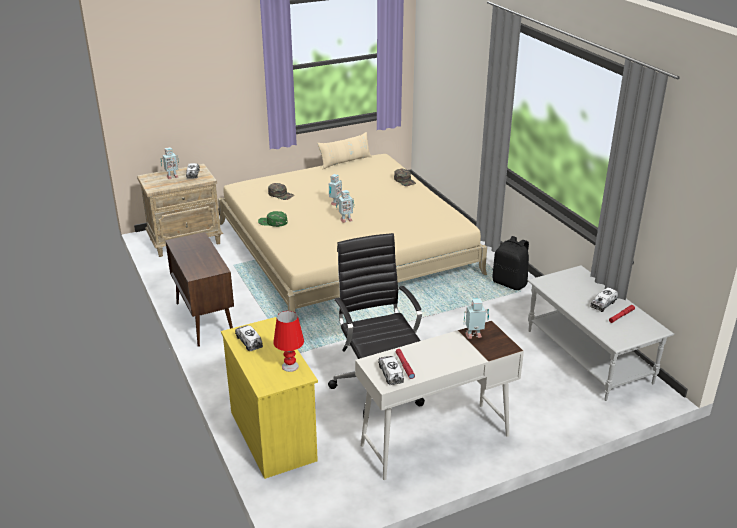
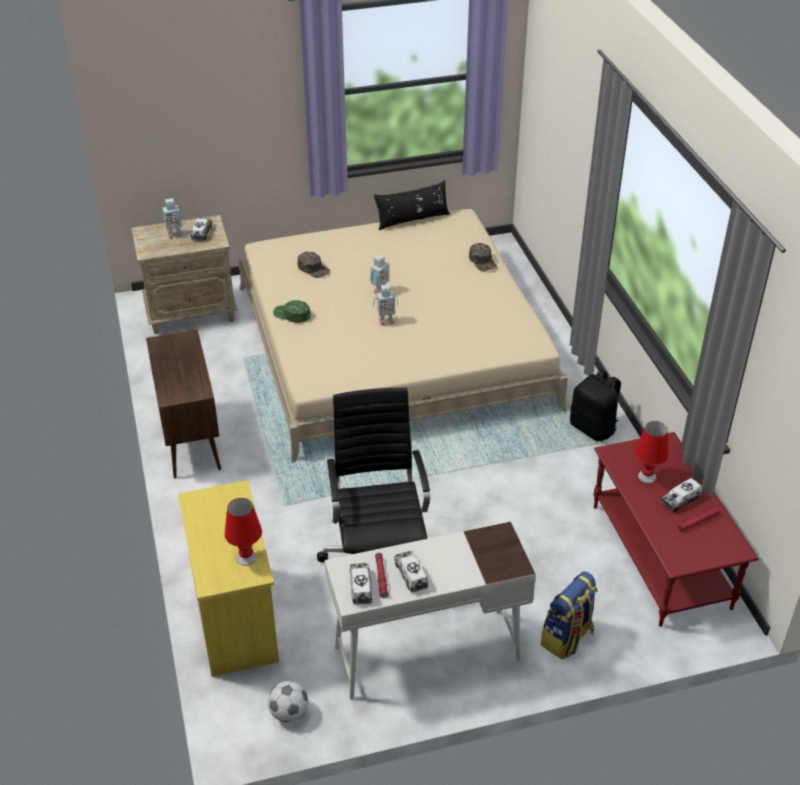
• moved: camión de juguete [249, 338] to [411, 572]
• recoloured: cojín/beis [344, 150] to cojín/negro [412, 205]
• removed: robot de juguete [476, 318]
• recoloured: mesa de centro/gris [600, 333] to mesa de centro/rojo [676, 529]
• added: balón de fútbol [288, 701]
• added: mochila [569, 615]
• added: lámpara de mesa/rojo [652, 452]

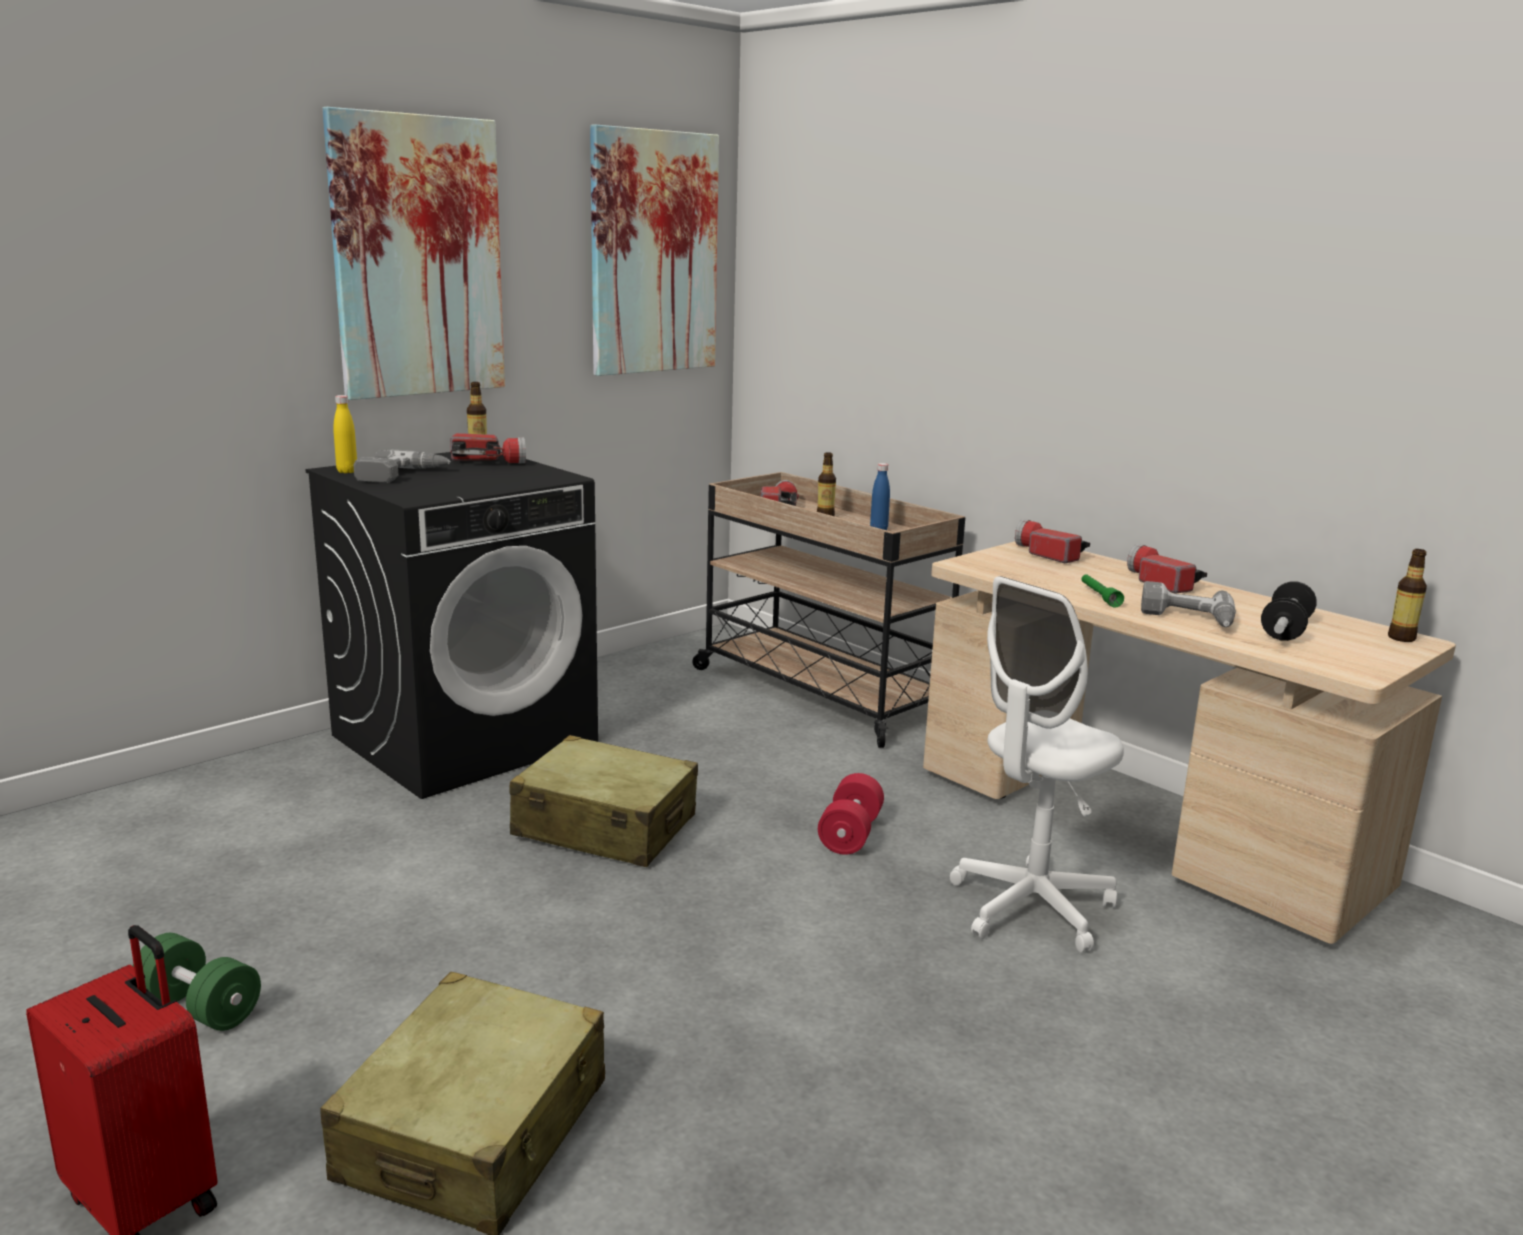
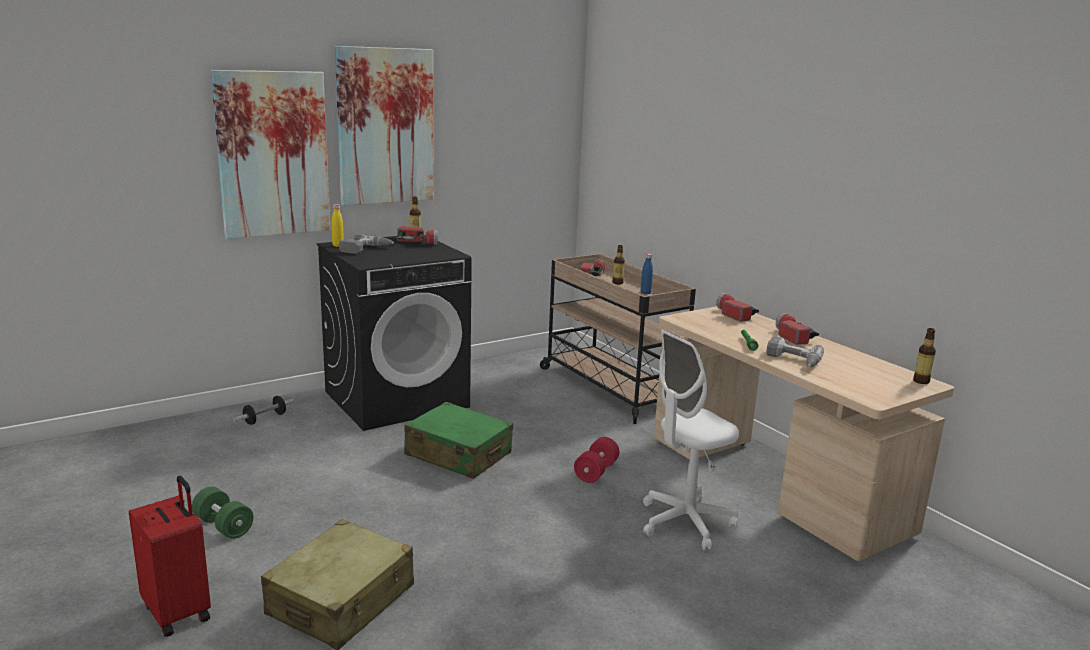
• recoloured: maleta/beis [604, 801] to maleta/verde [458, 440]
• moved: cuadro [654, 250] to [270, 154]
• moved: mancuerna [1289, 611] to [264, 410]

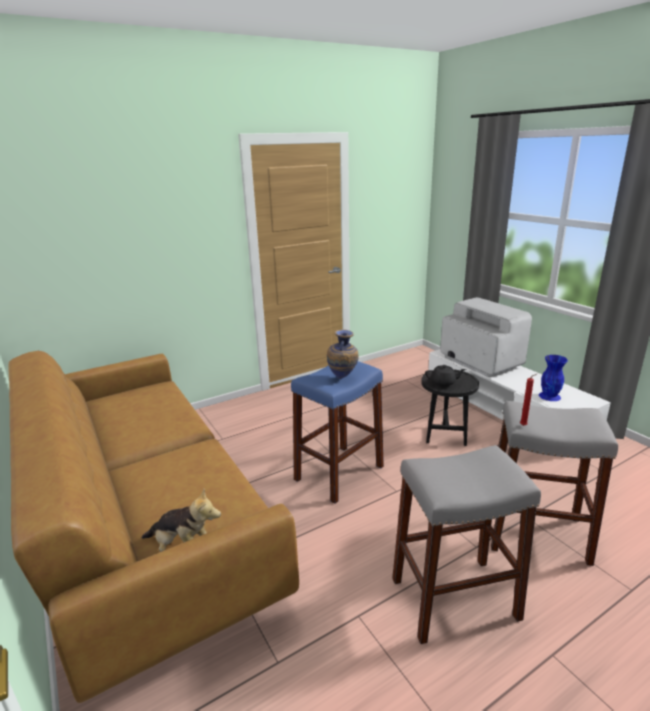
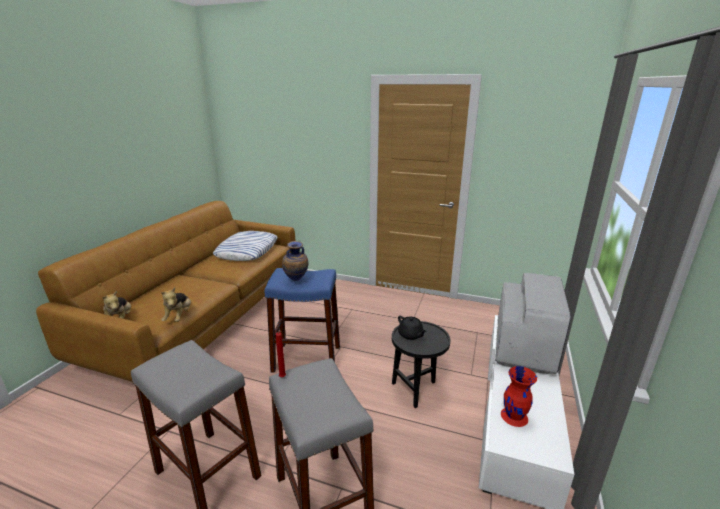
• recoloured: florero/azul [553, 378] to florero/rojo [519, 396]
• added: peluche [176, 304]
• added: cojín [245, 246]

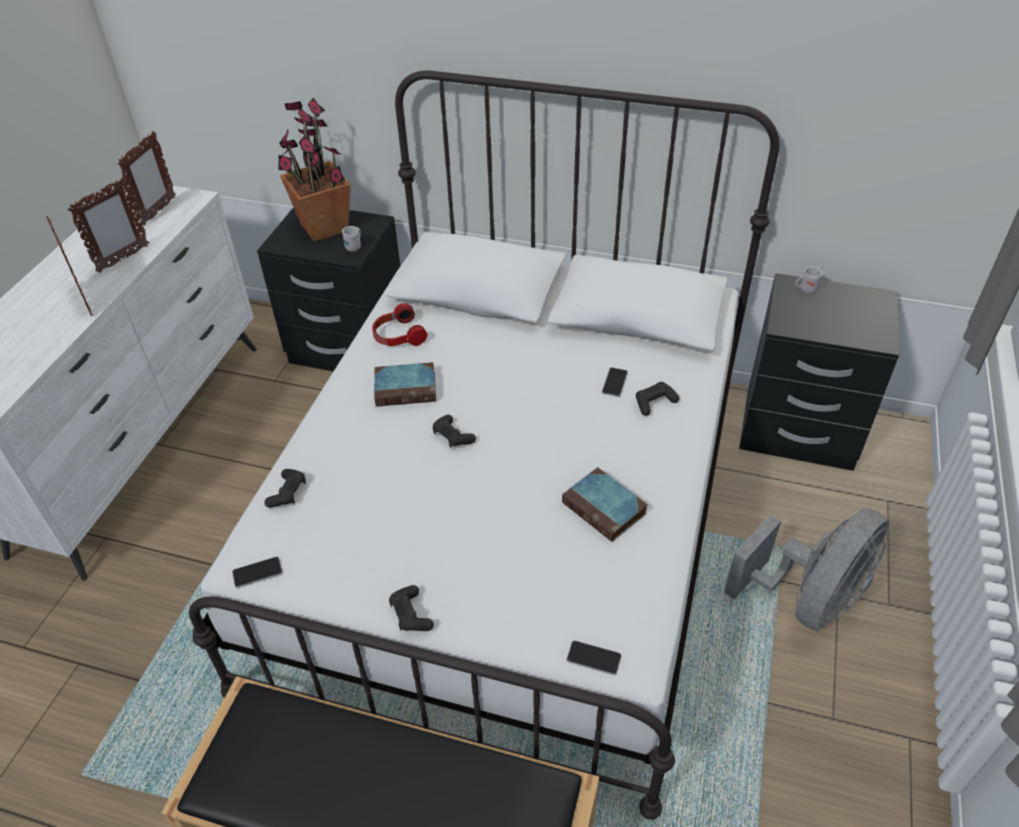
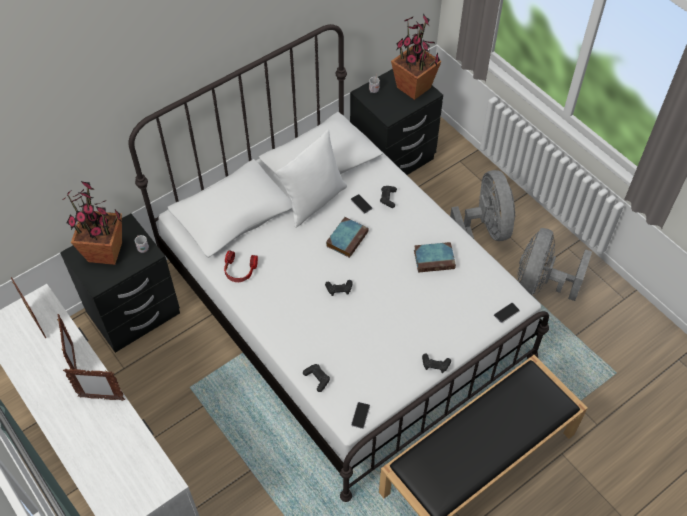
• moved: libro [405, 384] to [347, 237]
• added: cojín/blanco [311, 179]
• added: planta en maceta [416, 57]
• added: ventilador/gris [554, 264]

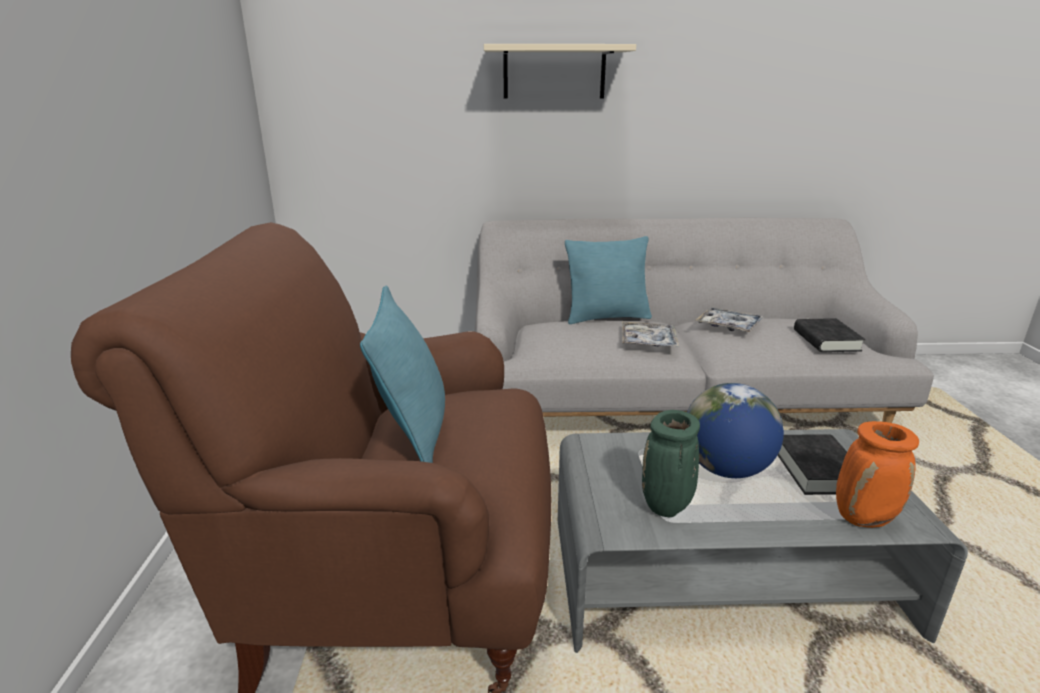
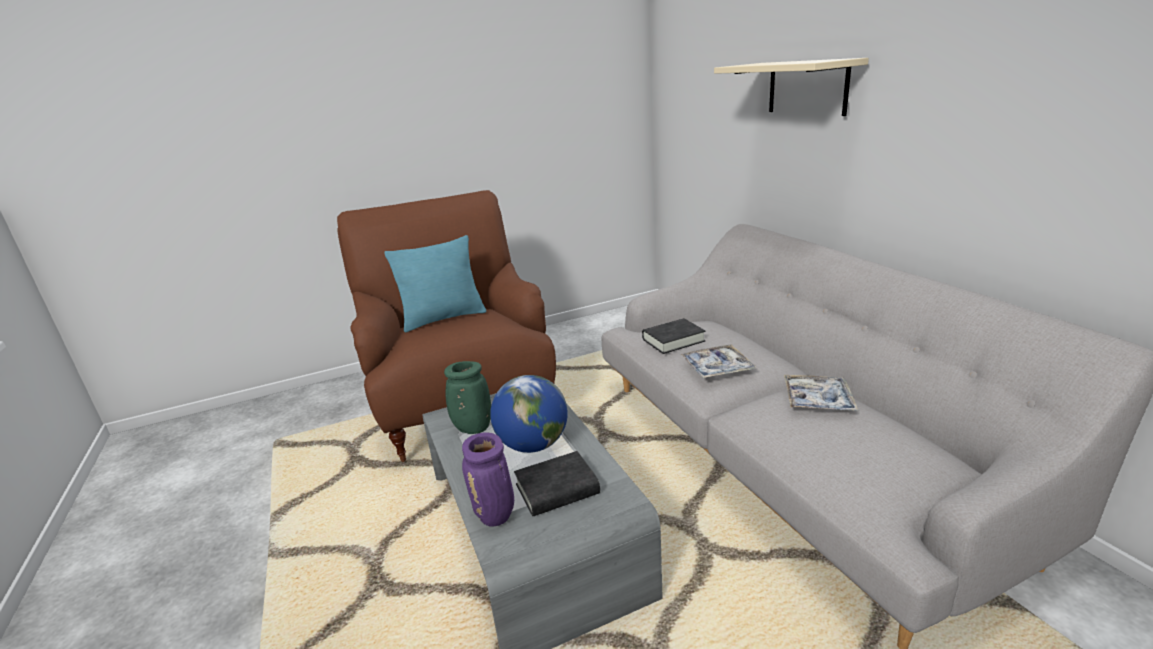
• removed: cojín/turquesa [608, 280]
• moved: libro/negro [829, 335] to [674, 336]
• recoloured: florero/naranja [877, 474] to florero/morado [488, 479]

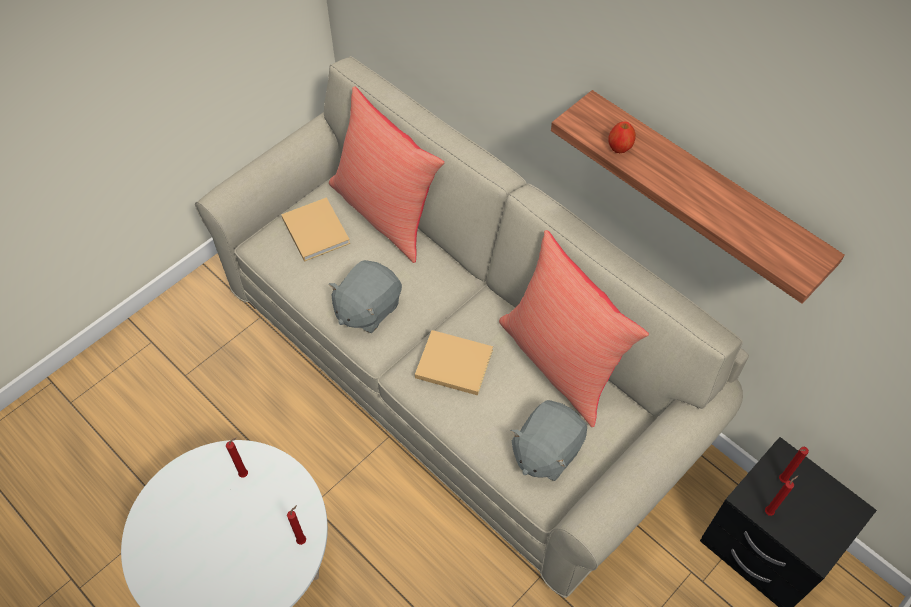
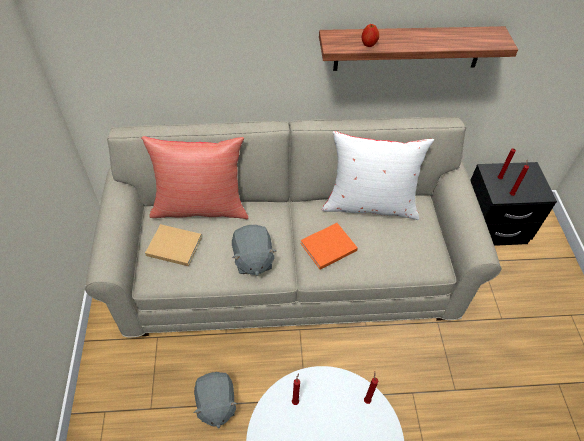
• recoloured: libro/beis [454, 363] to libro/naranja [329, 246]
• recoloured: cojín/rojo [574, 328] to cojín/blanco [378, 175]
• moved: peluche/gris [548, 440] to [215, 400]

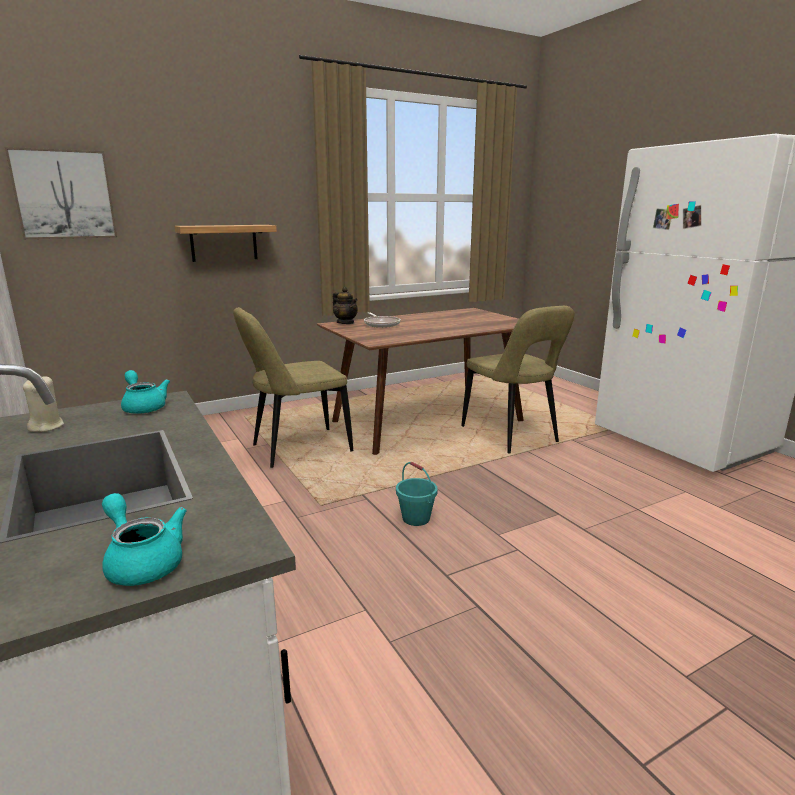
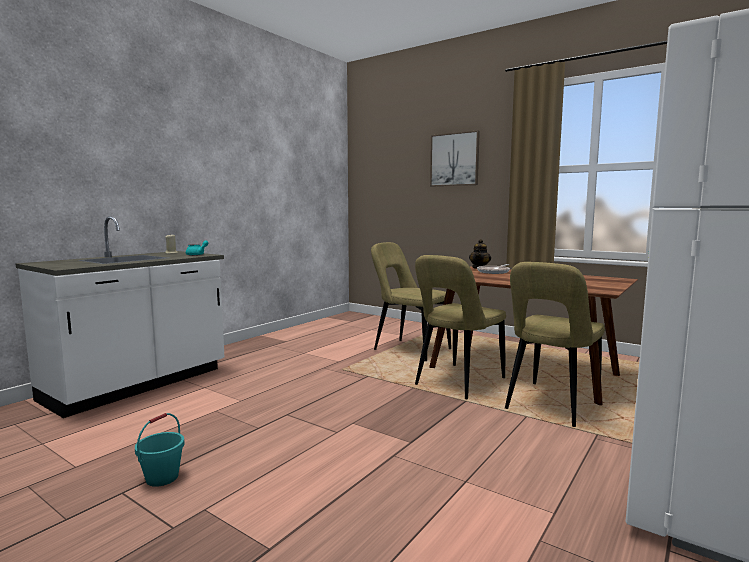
• moved: cuadro [61, 193] to [455, 158]
• removed: tetera/turquesa [144, 539]
• removed: estante [226, 243]
• moved: cubo/turquesa [417, 494] to [160, 450]
• added: silla/beis [460, 327]

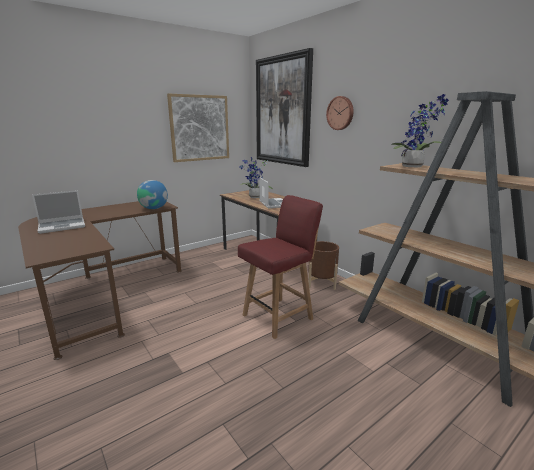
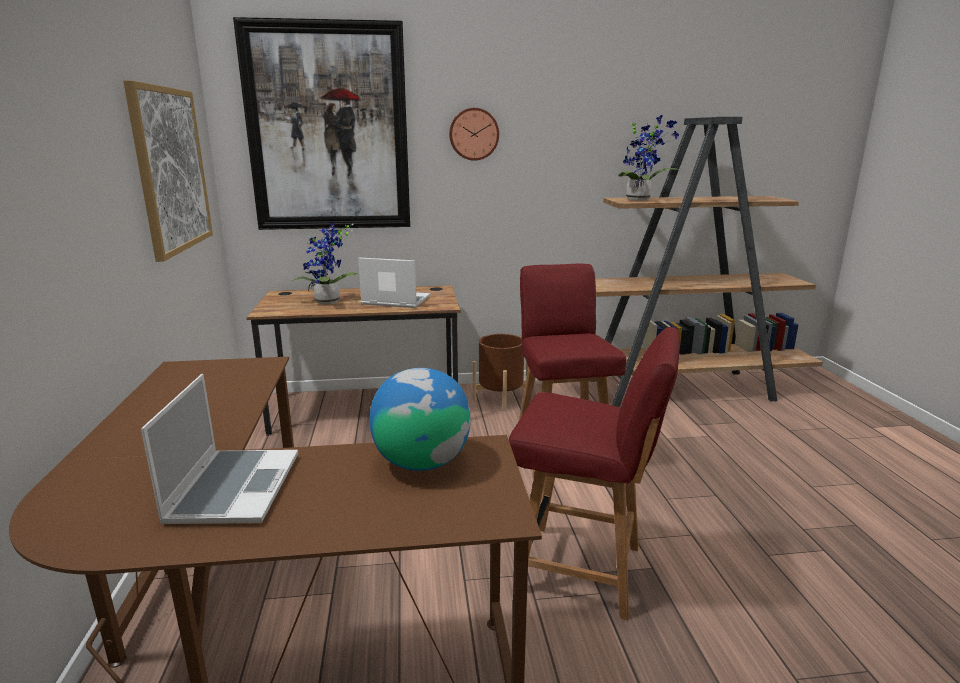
• moved: globo terráqueo [152, 194] to [420, 419]
• added: silla/rojo [594, 473]

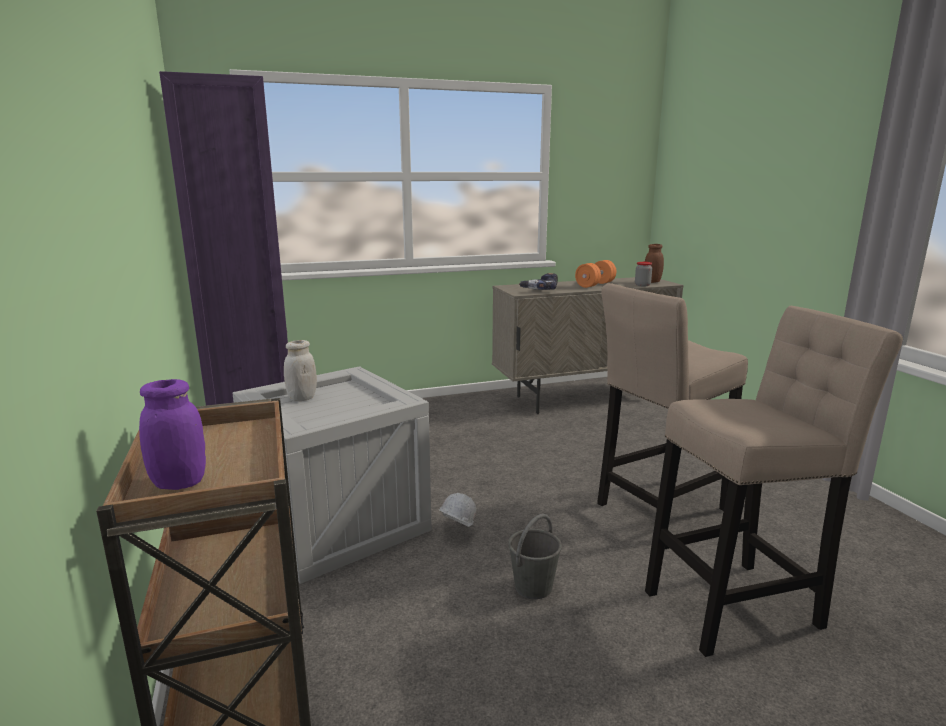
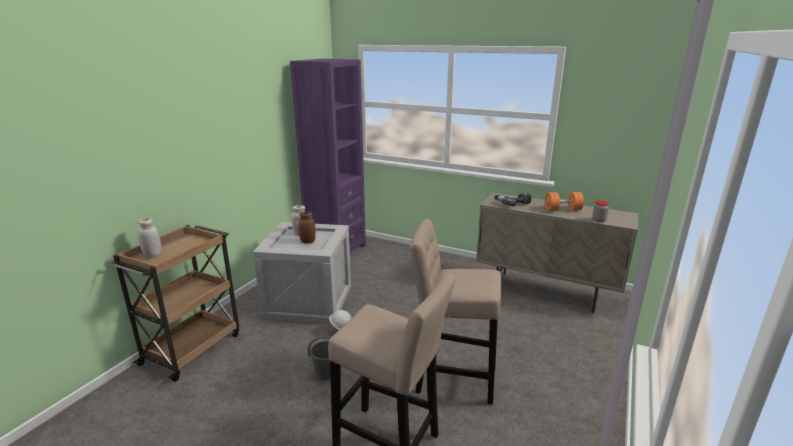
• recoloured: tarro/morado [172, 434] to tarro/blanco [150, 238]
• moved: tarro/marrón [654, 263] to [307, 228]

